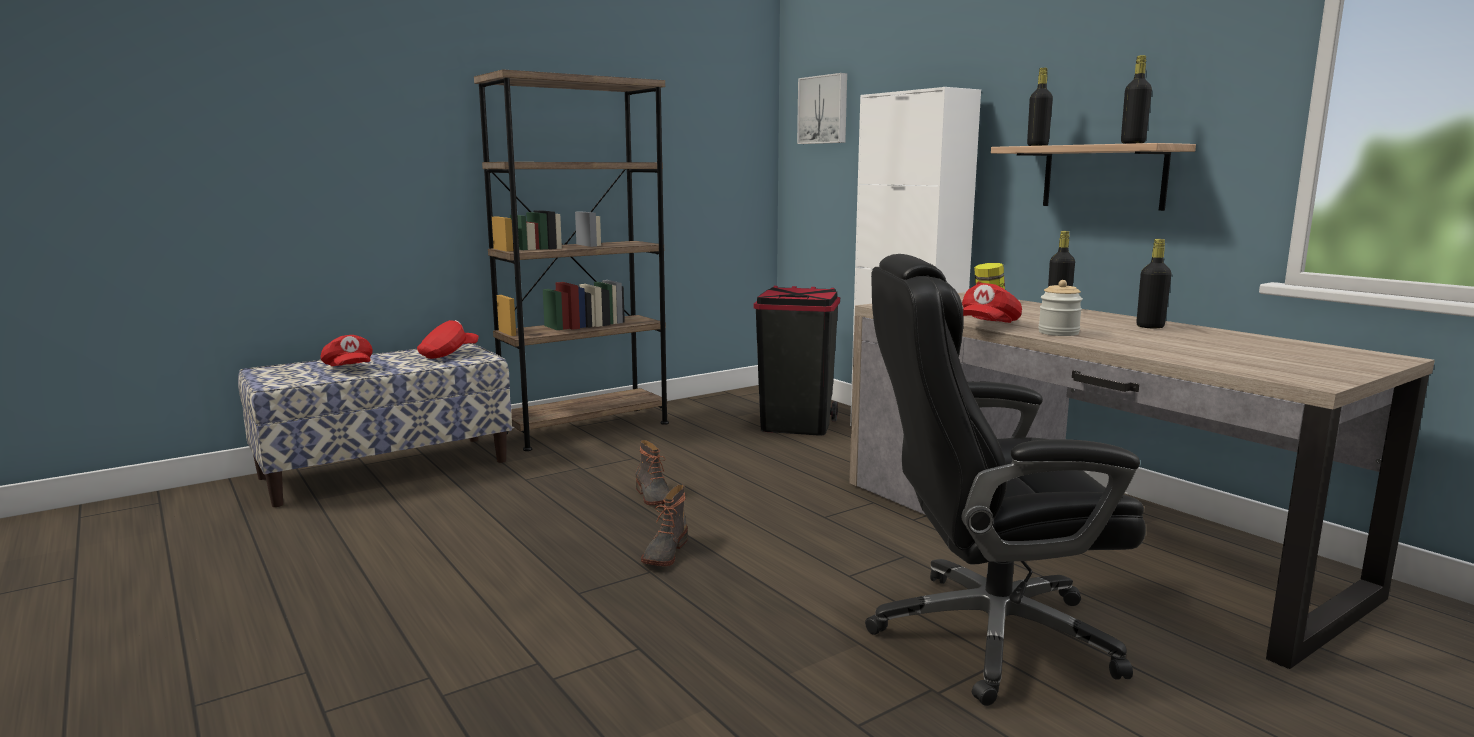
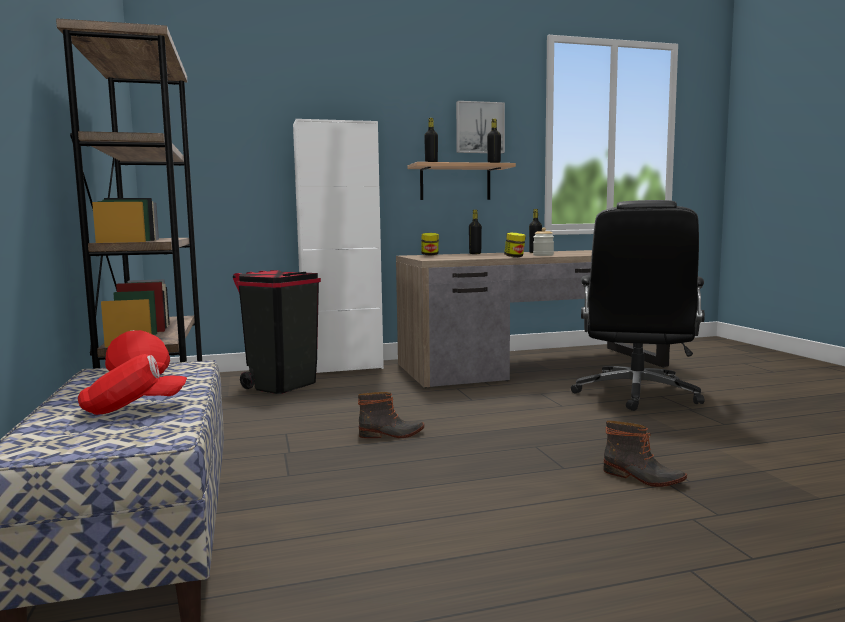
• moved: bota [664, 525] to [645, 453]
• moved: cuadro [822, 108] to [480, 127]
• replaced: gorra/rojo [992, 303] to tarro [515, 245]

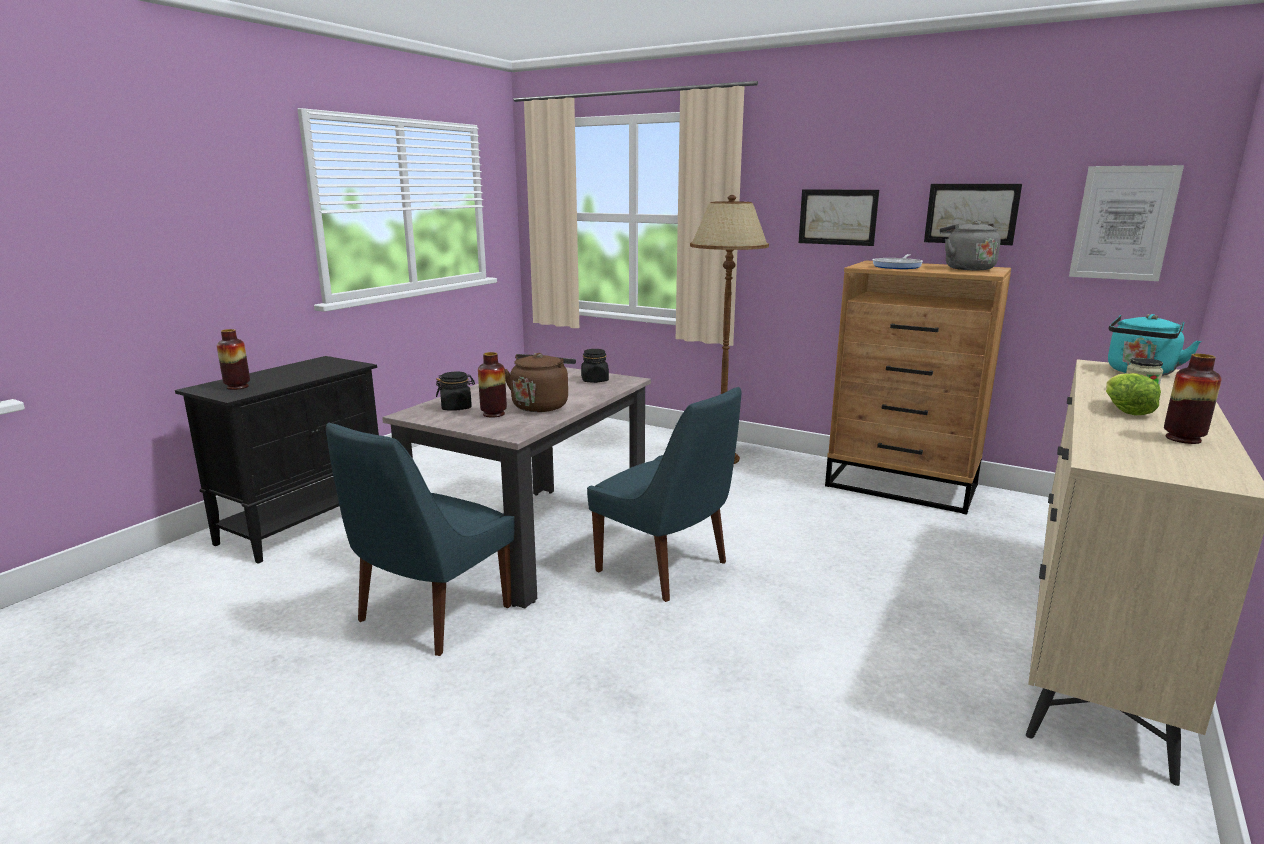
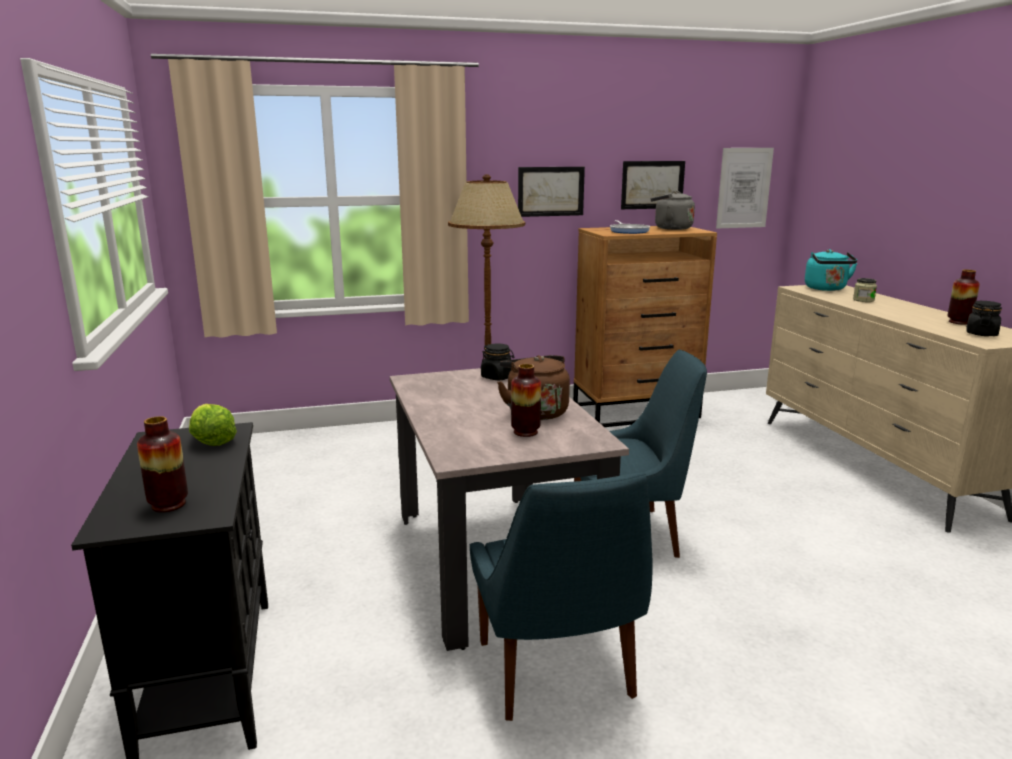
• moved: tarro/negro [455, 390] to [984, 318]
• moved: lechuga [1133, 394] to [213, 425]

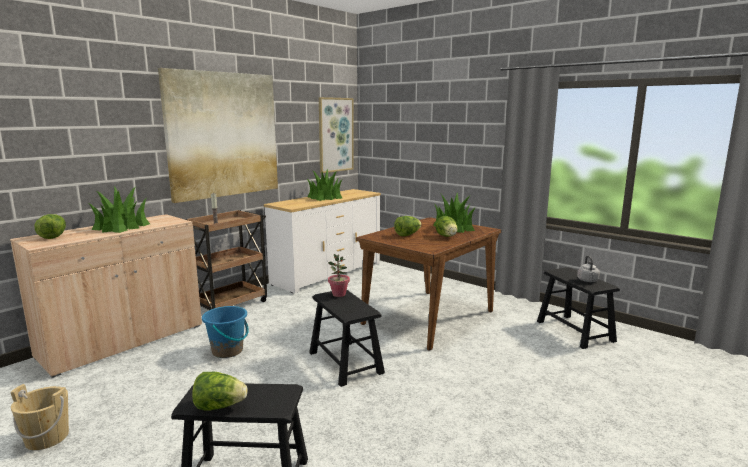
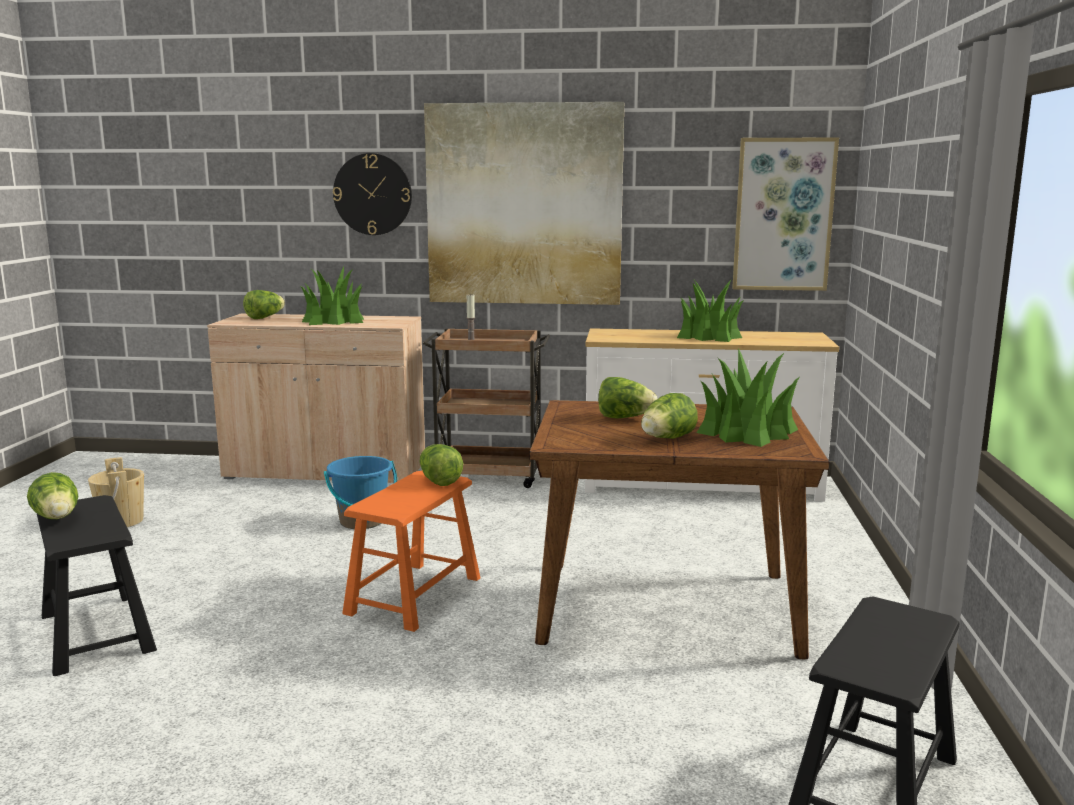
• recoloured: taburete/negro [347, 338] to taburete/naranja [411, 551]
• replaced: planta en maceta [339, 275] to lechuga [441, 465]
• removed: hervidor/gris [588, 268]
• added: reloj de pared [372, 194]

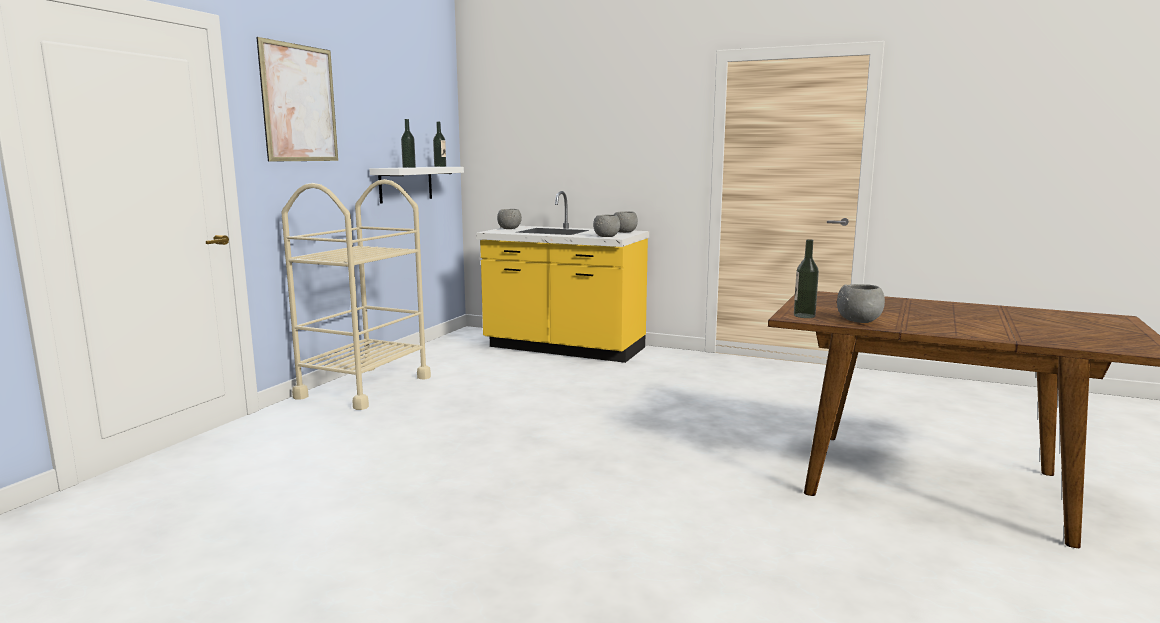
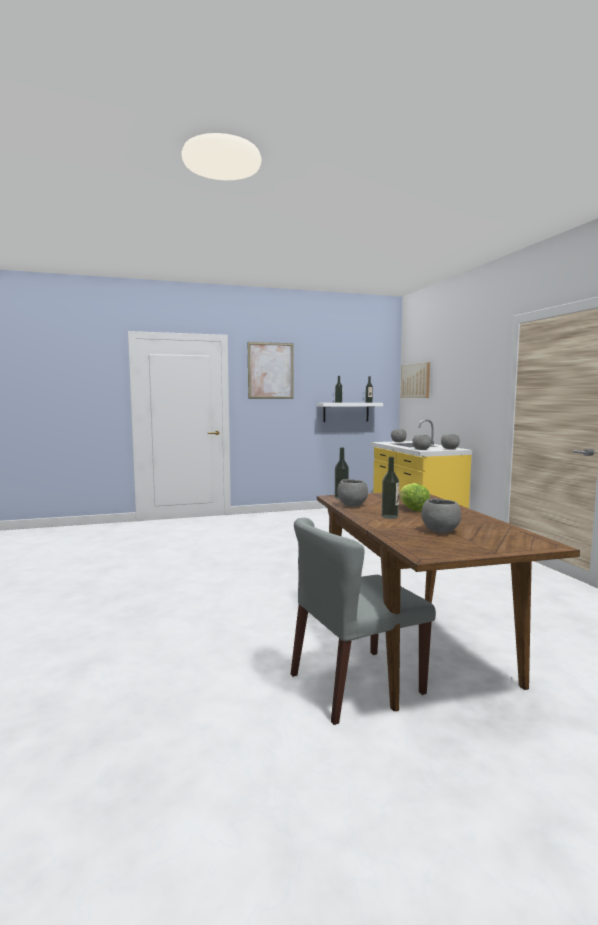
• removed: carrito/beis [356, 294]
• added: silla/gris [363, 621]
• added: botella [390, 488]
• added: lechuga [414, 497]
• added: cuadro [415, 380]
• added: cuenco/gris [441, 515]

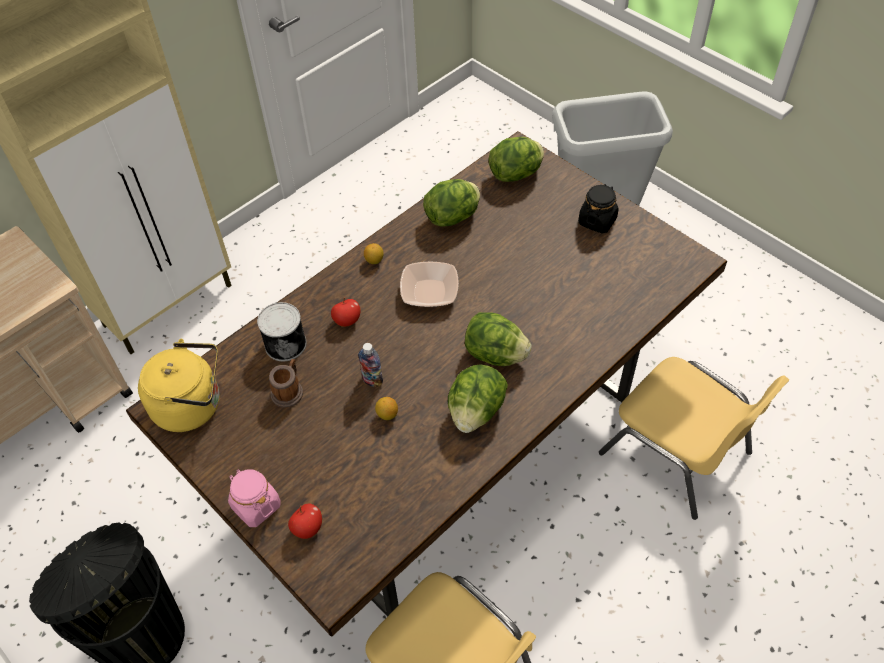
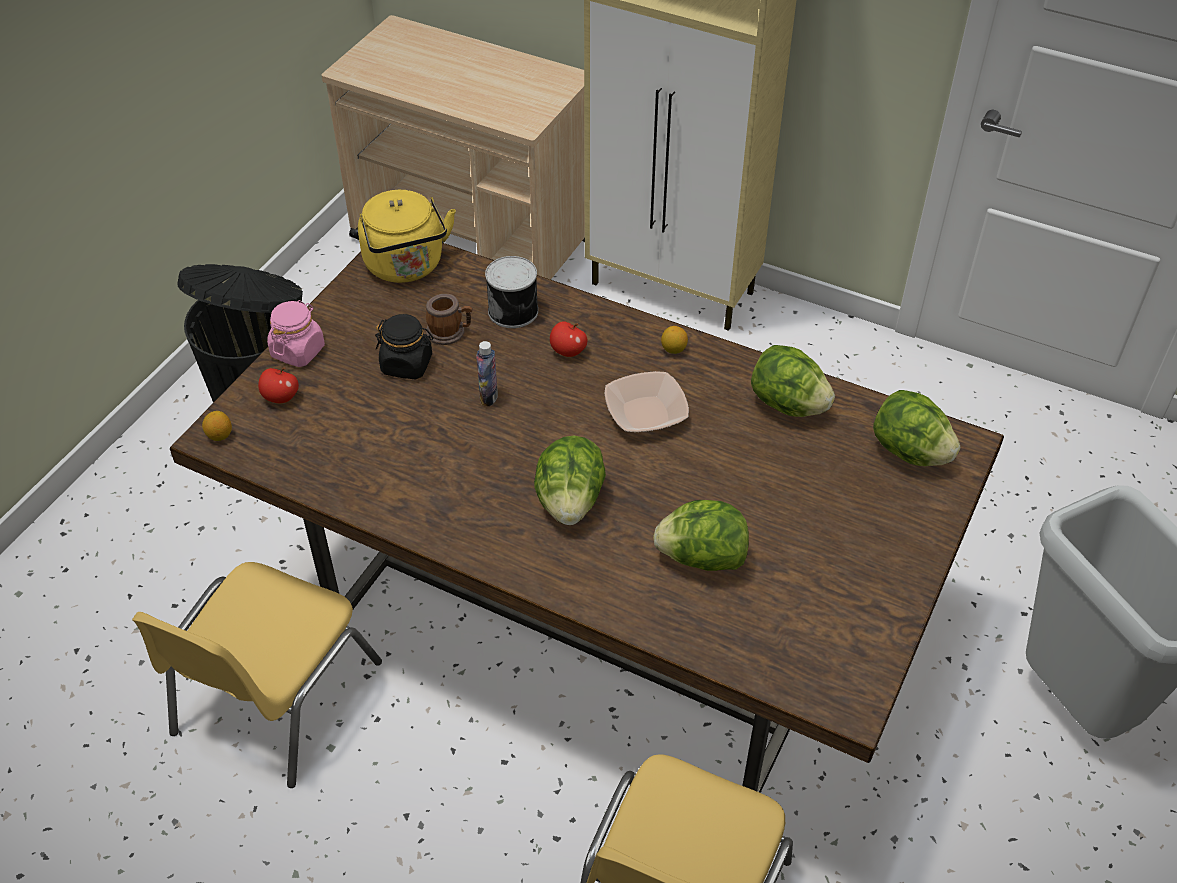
• moved: limón [386, 408] to [217, 426]
• moved: lechuga [478, 398] to [701, 535]
• moved: tarro/negro [598, 208] to [404, 346]

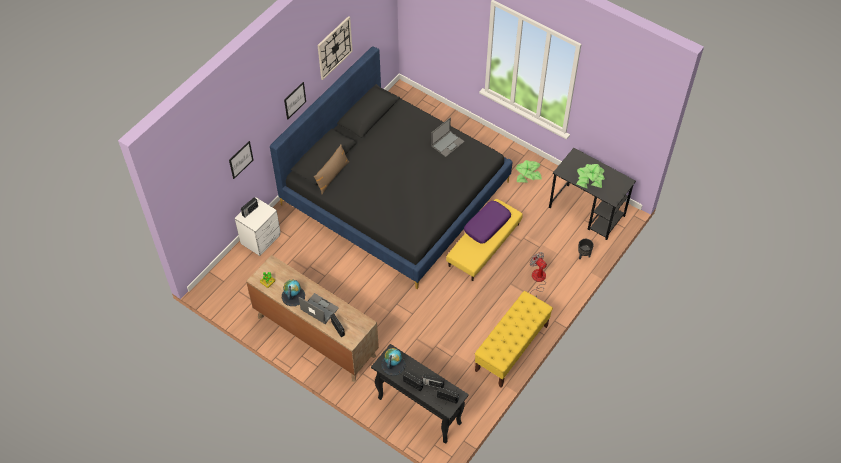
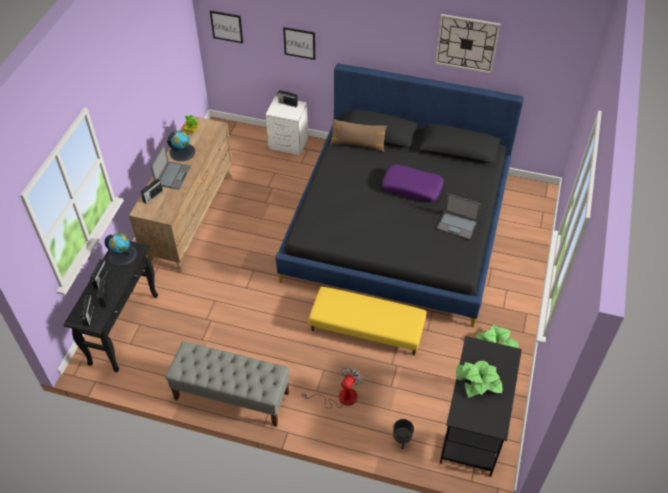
• moved: cuadro [295, 100] to [226, 27]
• moved: cojín/morado [487, 222] to [413, 183]
• recoloured: banco/amarillo [514, 339] to banco/gris [227, 384]

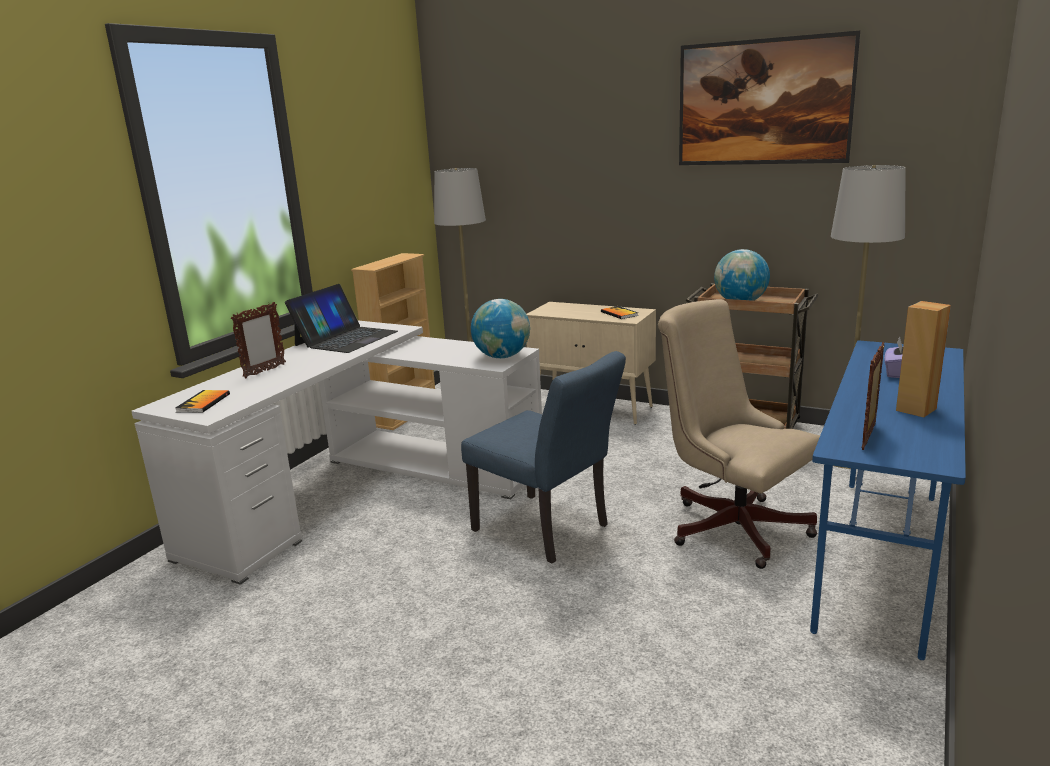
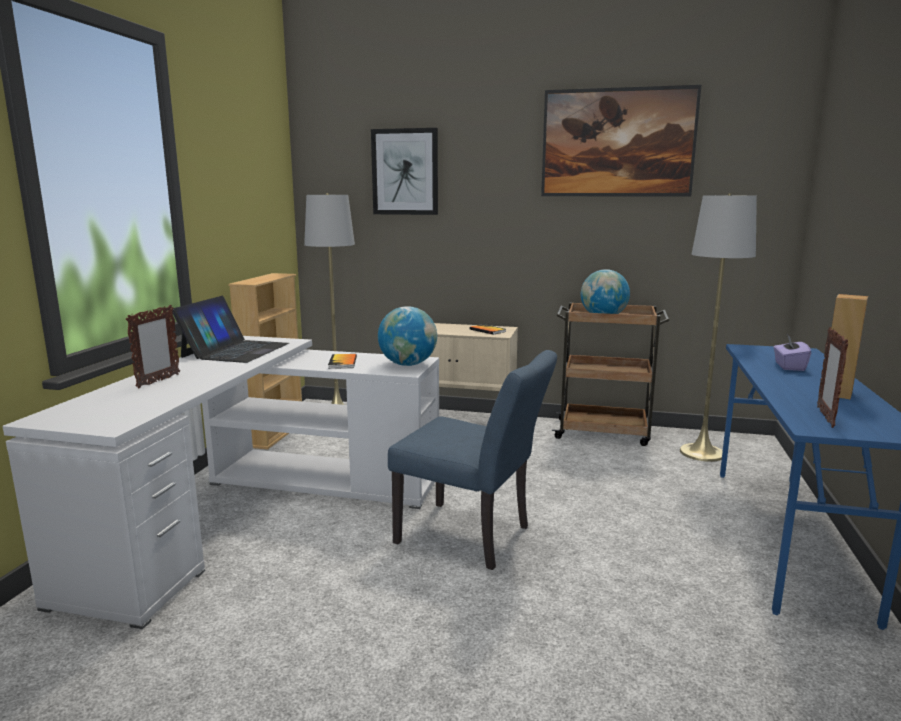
• moved: libro [203, 401] to [342, 361]
• removed: silla de oficina/beis [739, 434]
• added: cuadro [404, 171]

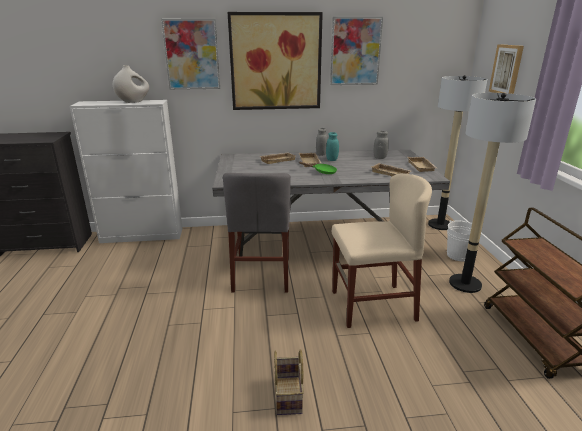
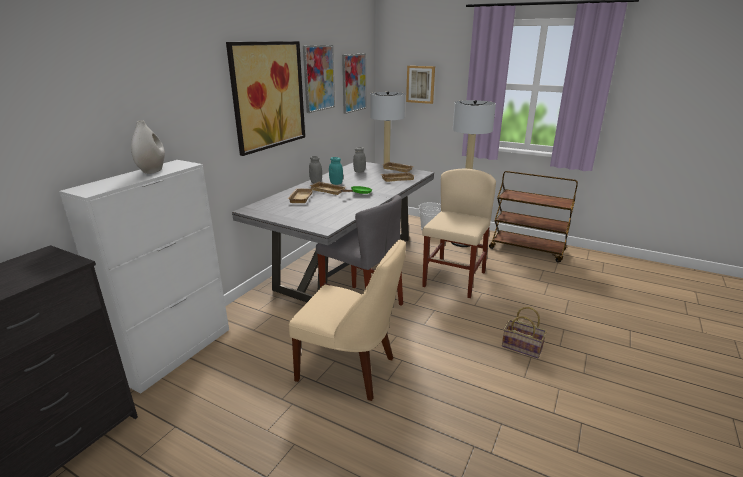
• moved: cuadro [190, 54] to [354, 83]
• added: silla/beis [347, 320]

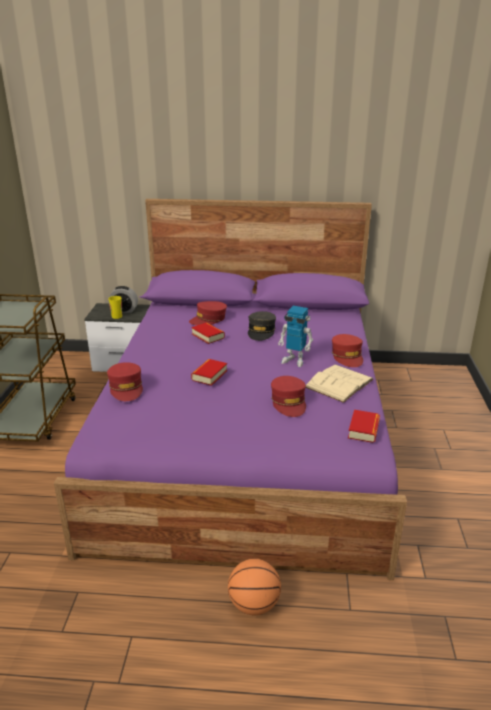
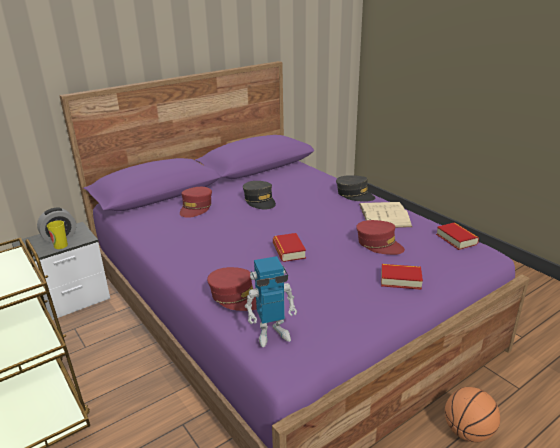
• moved: libro [208, 333] to [402, 277]
• moved: robot de juguete [295, 336] to [271, 301]
• recoloured: gorra/rojo [347, 350] to gorra/gris [355, 188]

